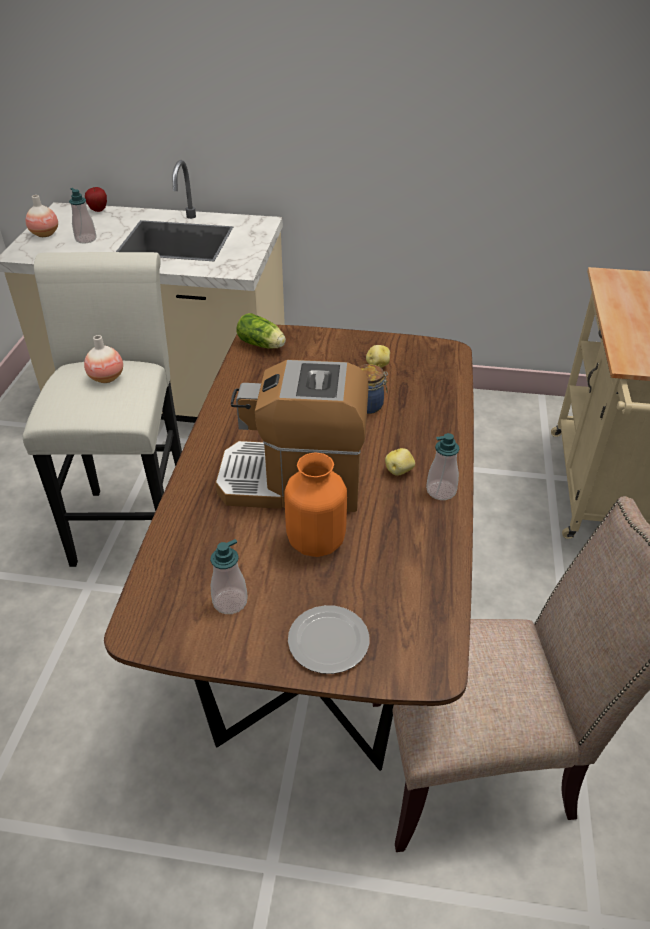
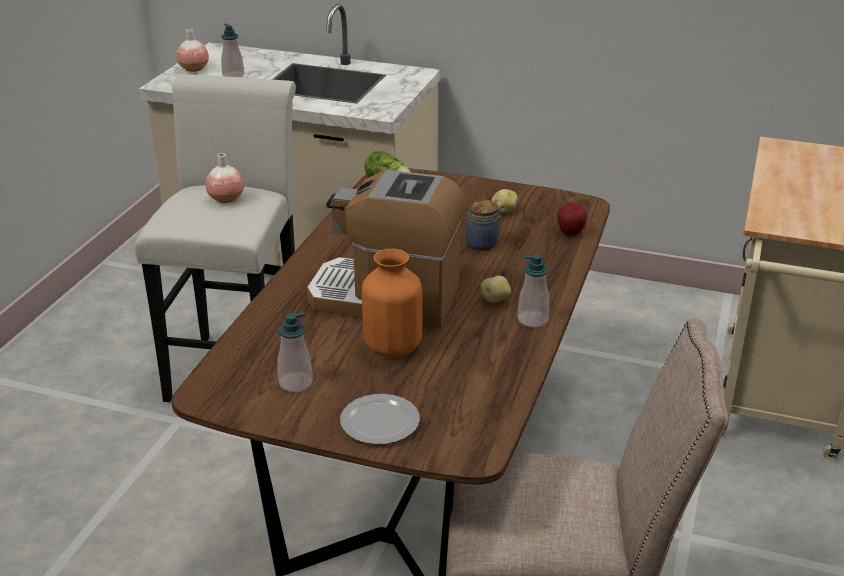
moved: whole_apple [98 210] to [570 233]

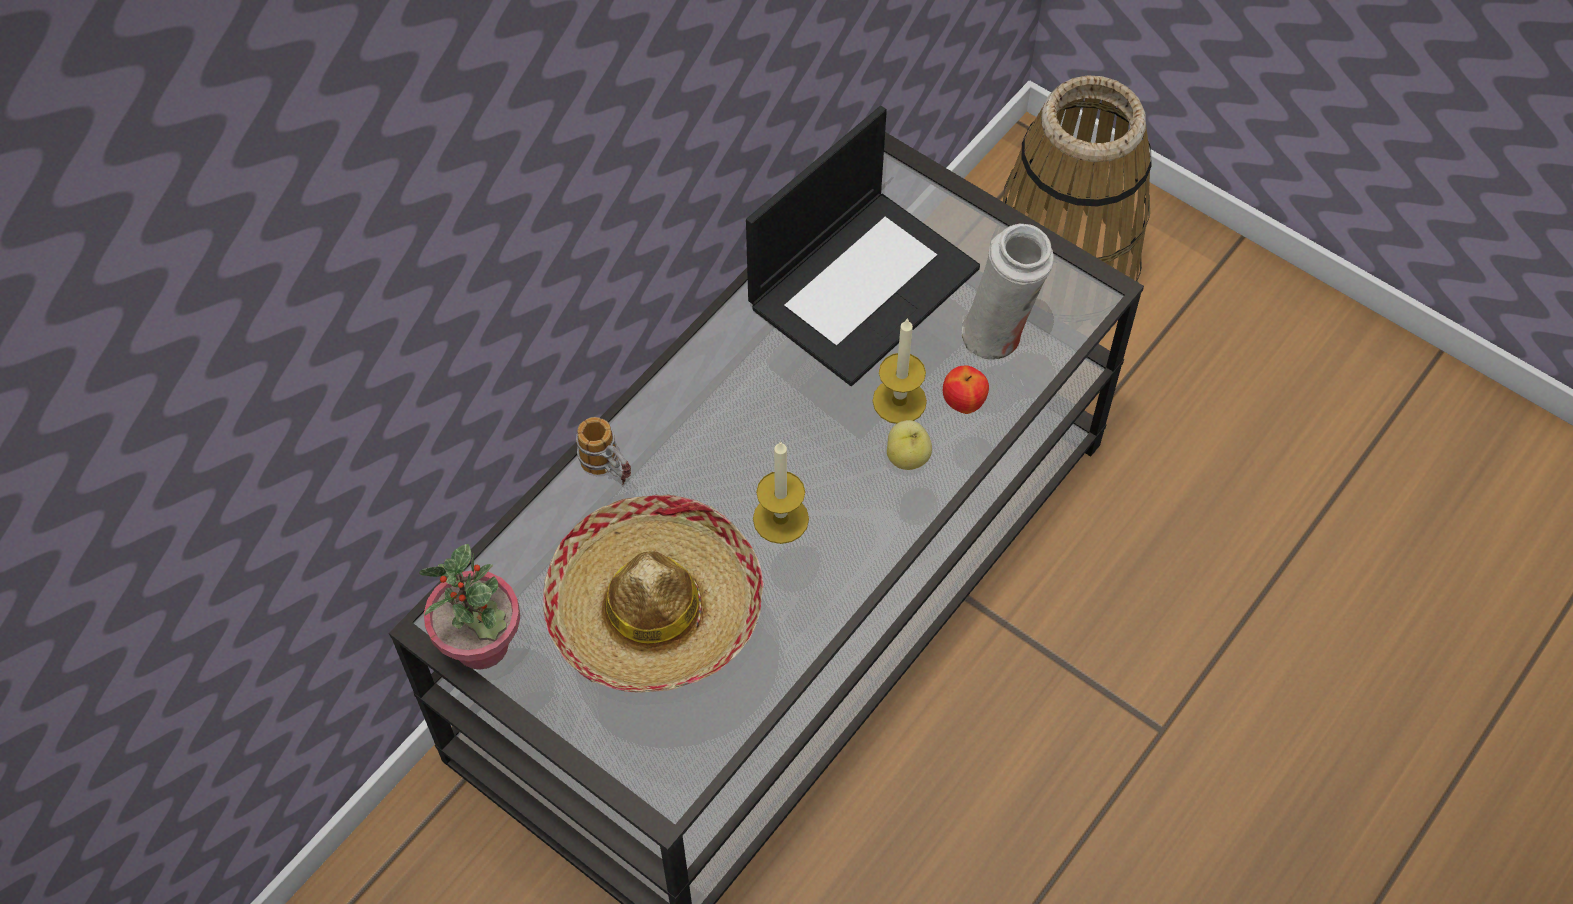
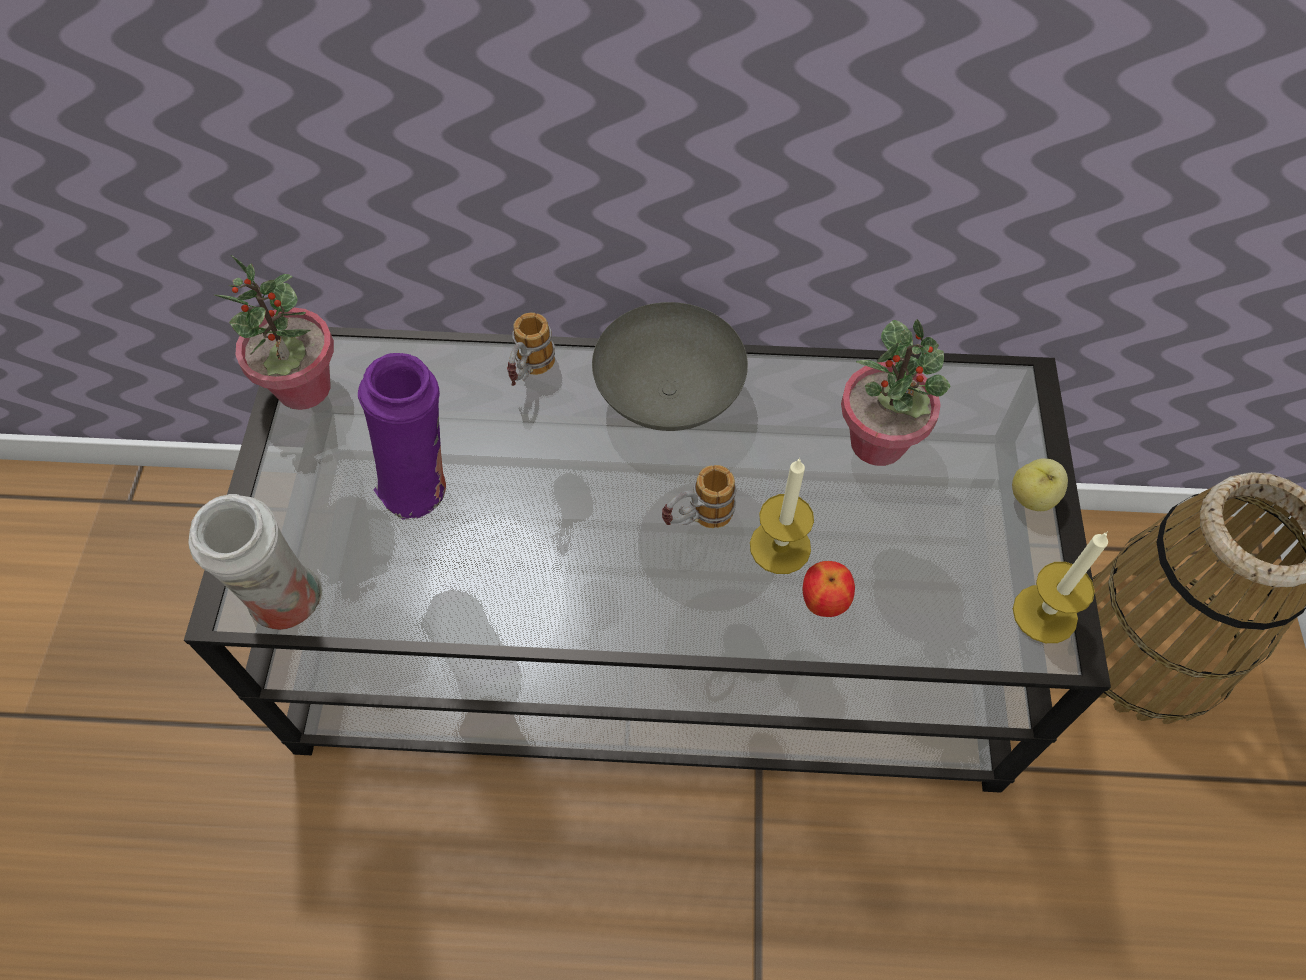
added: gray_bowl [668 398]; tea_mug [696 521]
moved: whitish_vase [998 336] to [287 605]; whole_apple [908 457] to [1033 498]; wax_light [780 519] to [1045 614]
replaced: portable_computer [863 284] to houseplant [878 443]; clothing_hat [654 607] to purple-coloured_vase [421 485]

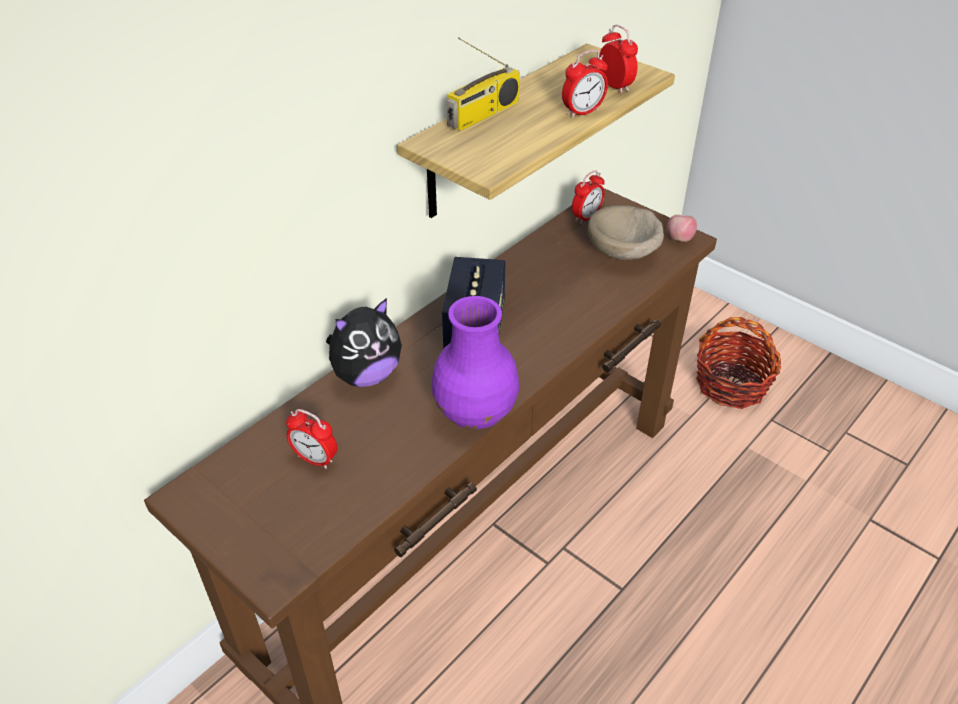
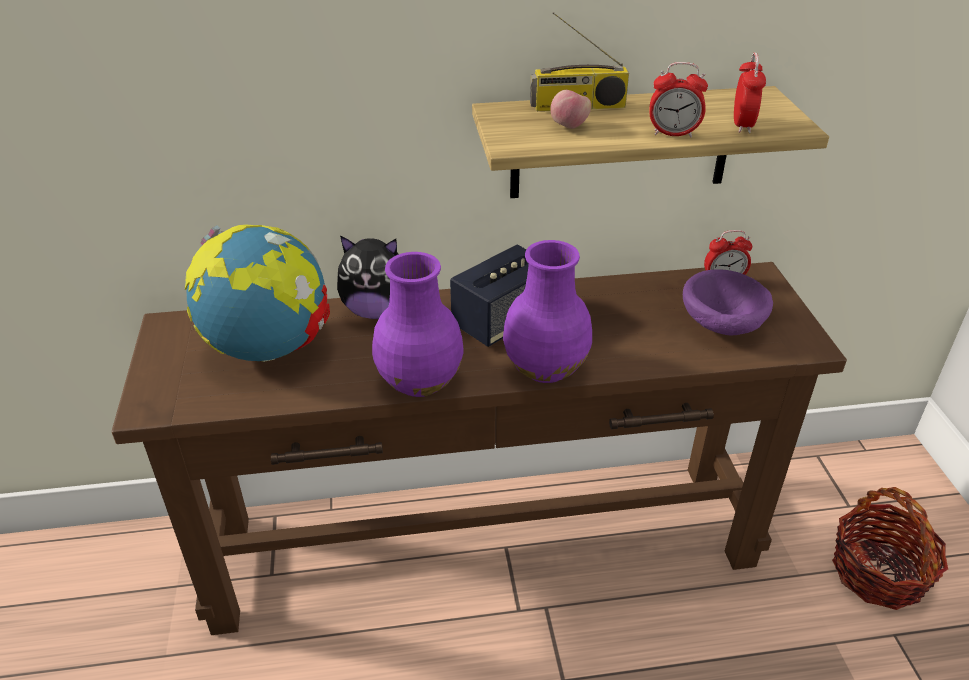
added: purple-coloured_vase [546 368]
moved: whole_apple [679 239] to [569 126]
replaced: table_clock [315 459] to desk_globe [269 348]
recoloured: beige-coloured_bowl [623 254] to purple-coloured_bowl [721 327]

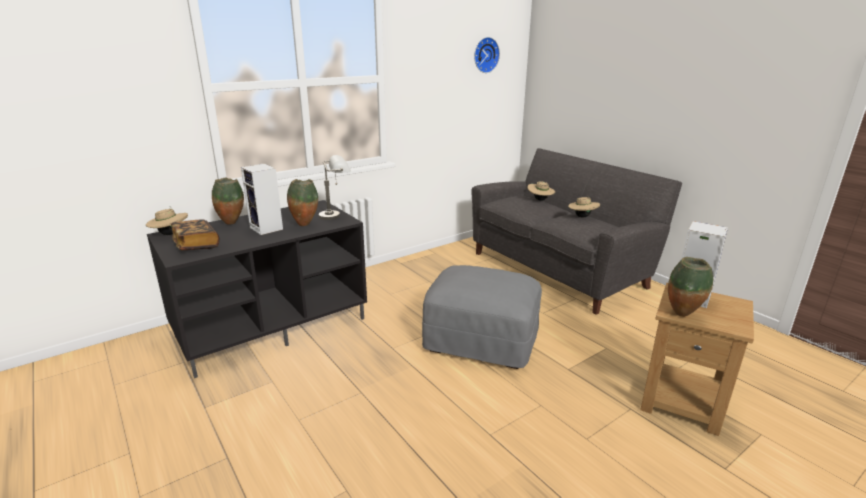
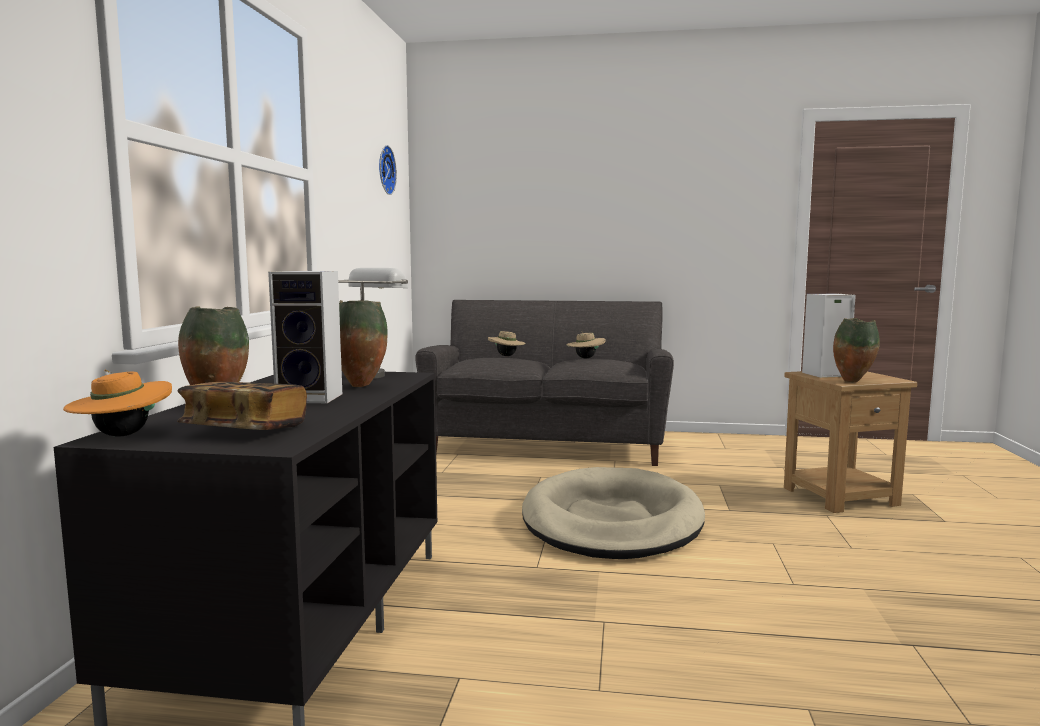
replaced: gray_footrest [480 341] to beige-coloured_dog_bed [612 521]
recoloured: beige-coloured_clothing_hat [170 234] to orange-coloured_clothing_hat [122 435]

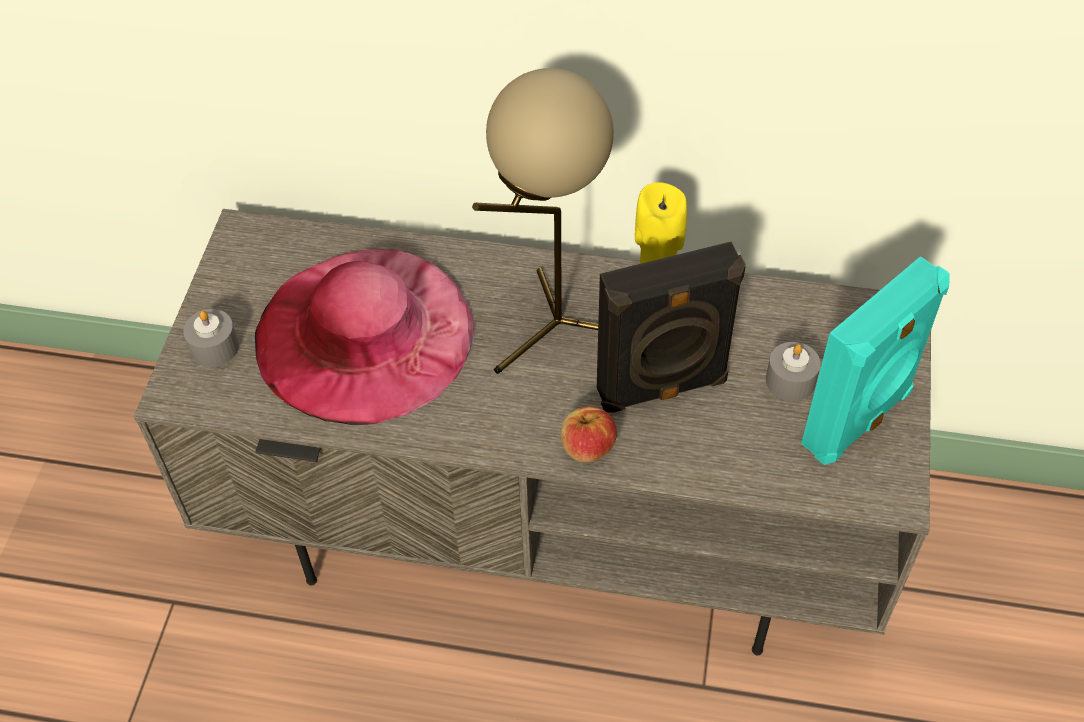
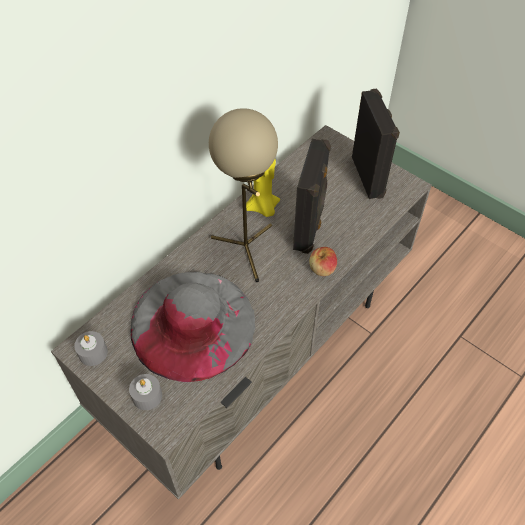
moved: gray_wax_light [790 381] to [93 353]
recoloured: pink-coloured_clothing_hat [365 333] to gray_clothing_hat [192 323]; turquoise_speaker [859 420] to black-coloured_speaker [369 176]

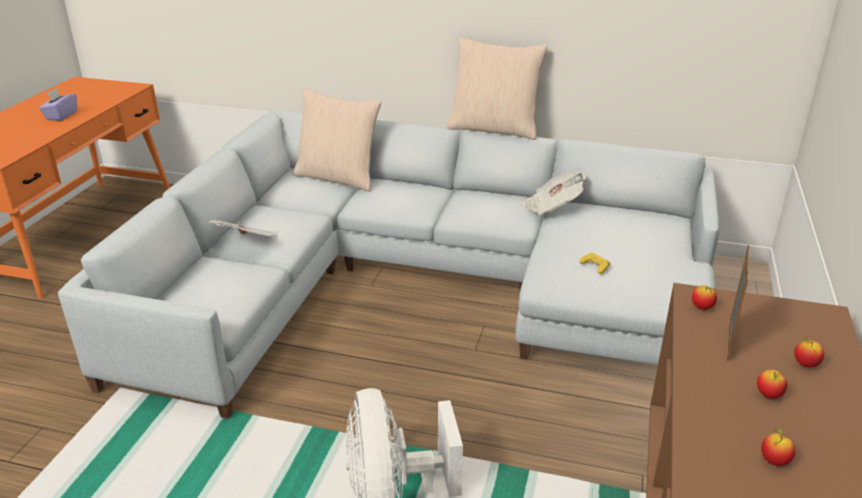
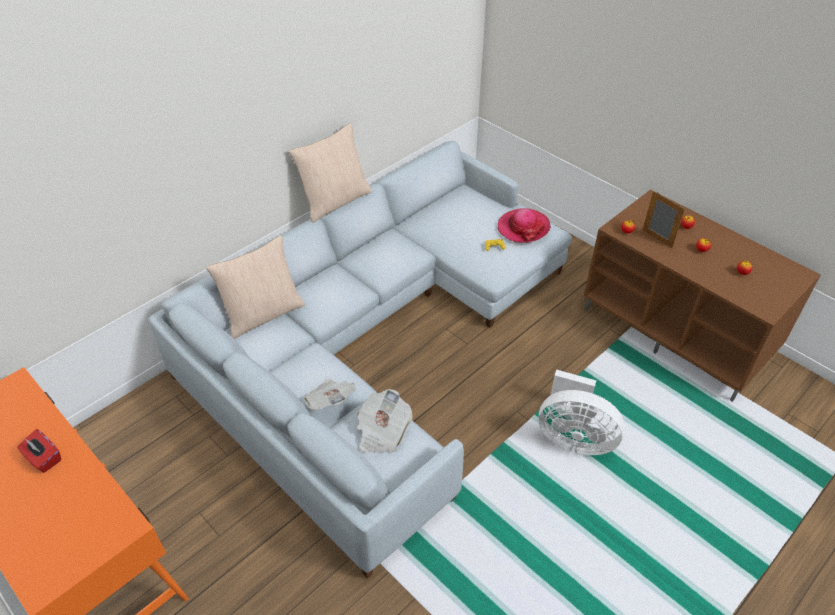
added: clothing_hat [523 227]
moved: daily_paper [551 207] to [382 432]
recoloured: purple-coloured_box_of_tissues [61 116] to red-coloured_box_of_tissues [44 458]

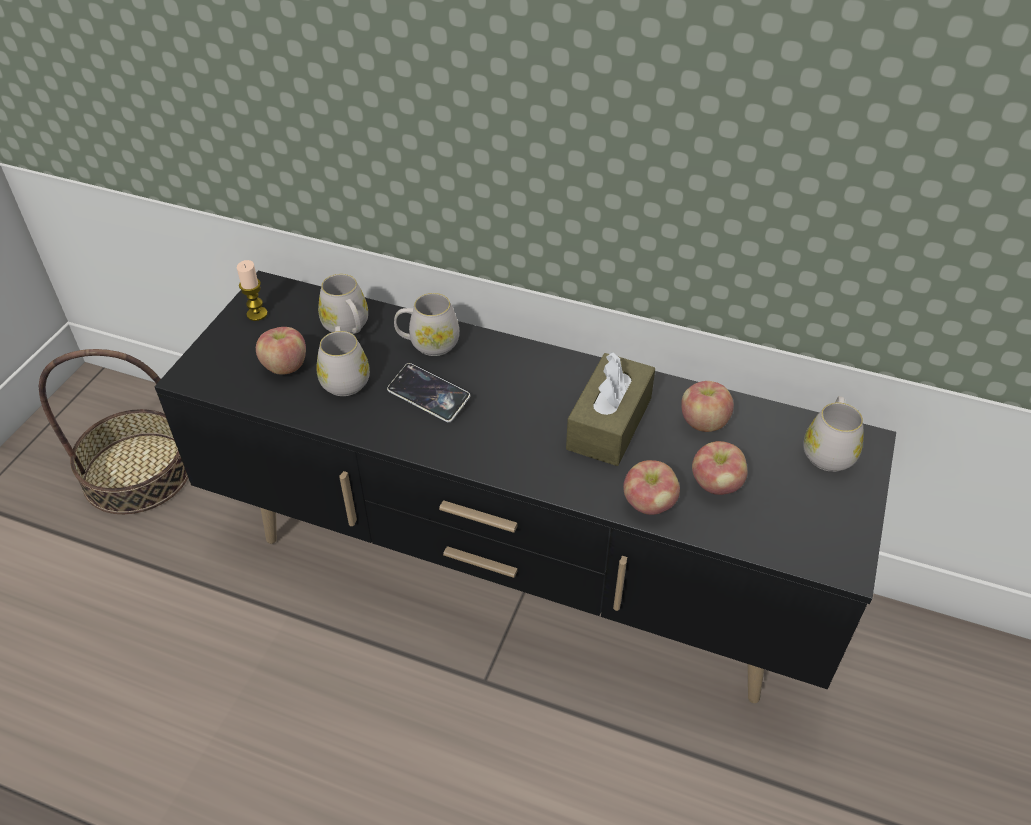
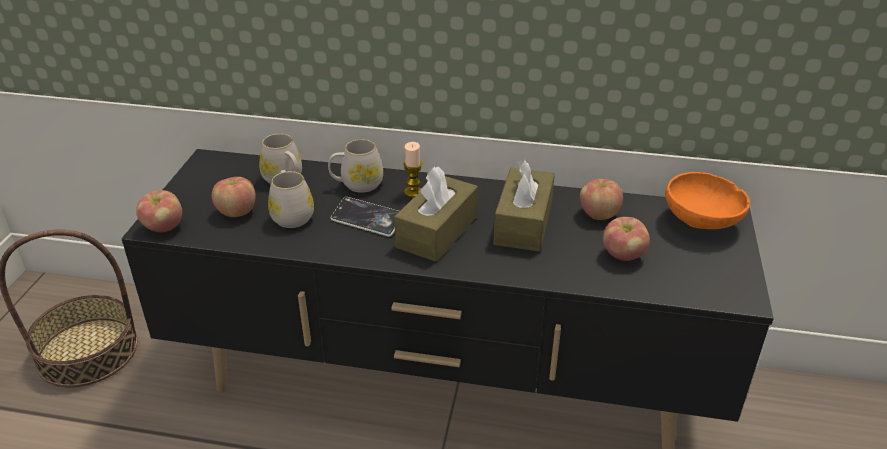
added: brown-coloured_box_of_tissues [437 231]
moved: wax_light [257 314] to [413 192]; whole_apple [649 504] to [164 227]
replaced: whitish_tea_mug [828 450] to orange-coloured_bowl [702 222]

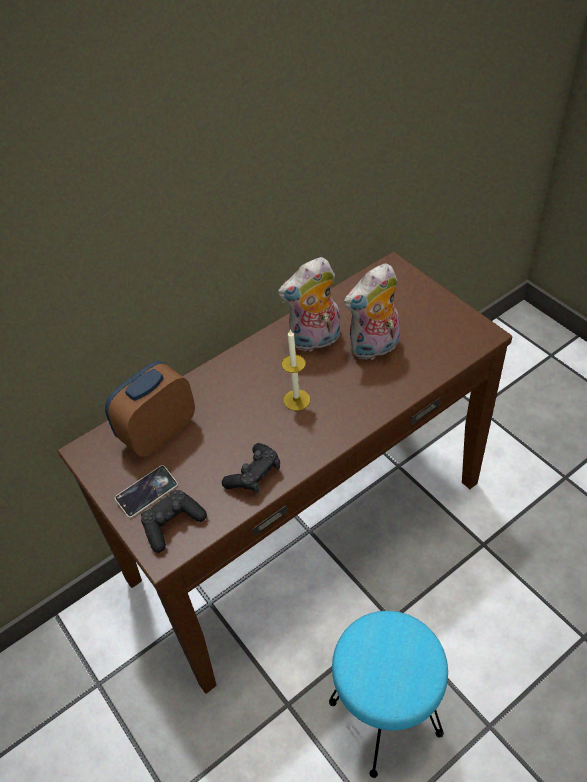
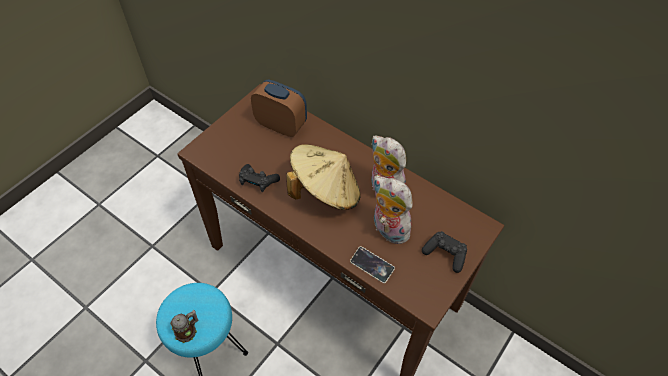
added: tea_mug [188 330]
moved: handset [147 493] to [372 266]; black-coloured_game_controller [172 524] to [445 254]
replaced: wax_light [296 400] to beige-coloured_clothing_hat [325 191]

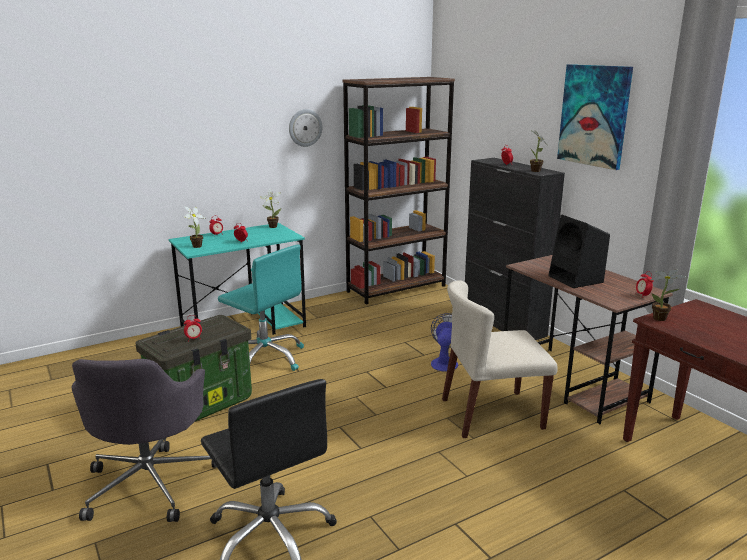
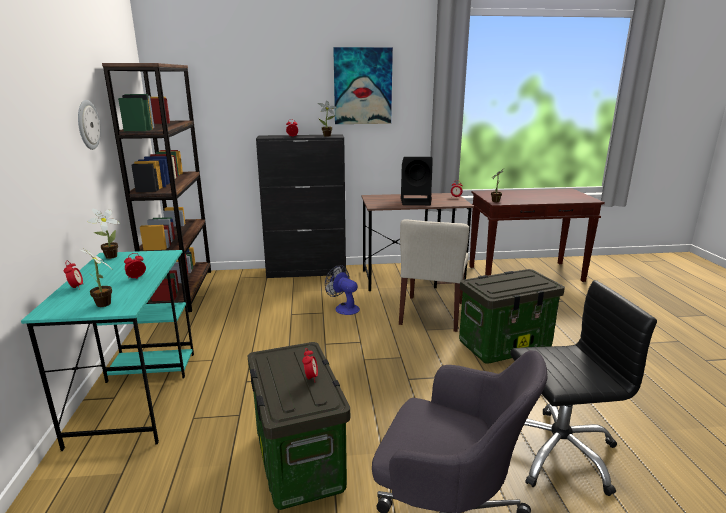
removed: turquoise_computer_chair [265 358]
added: storage_bin [505 345]

